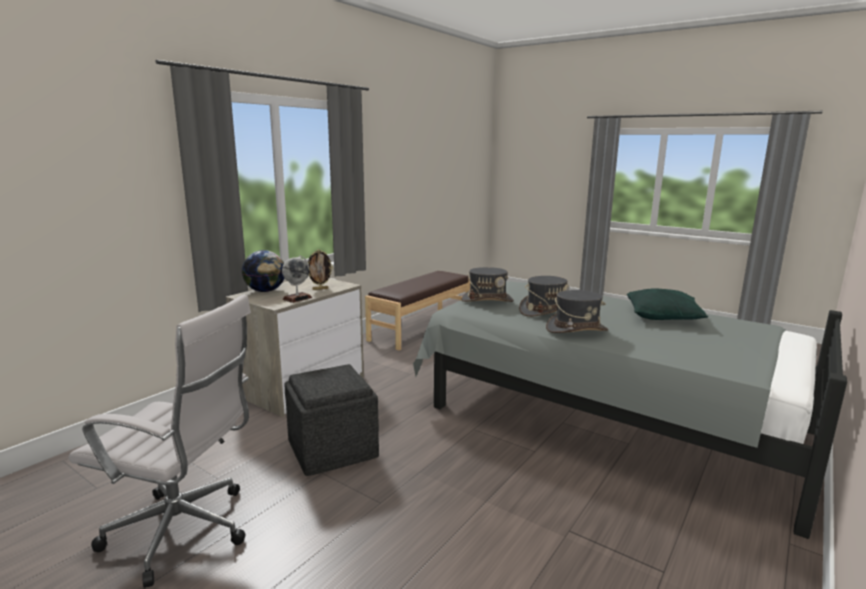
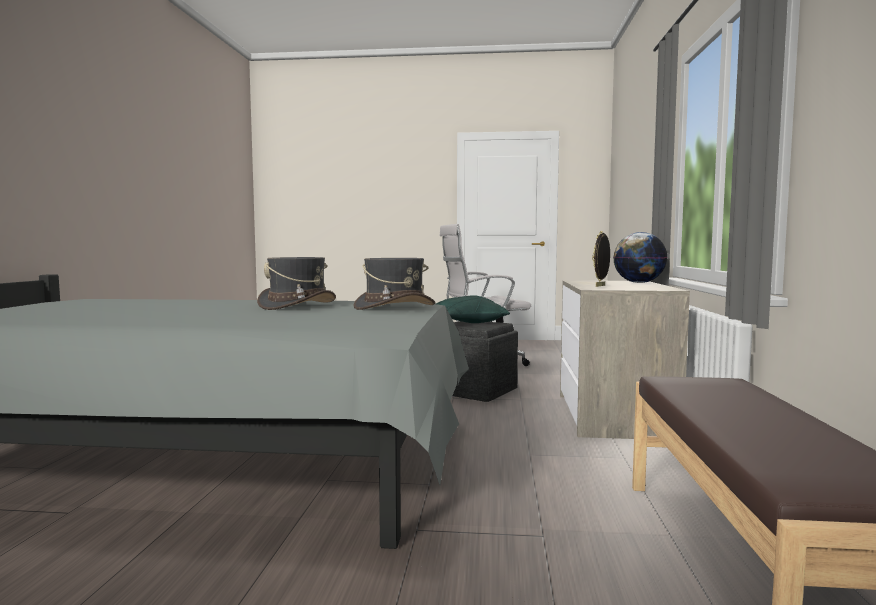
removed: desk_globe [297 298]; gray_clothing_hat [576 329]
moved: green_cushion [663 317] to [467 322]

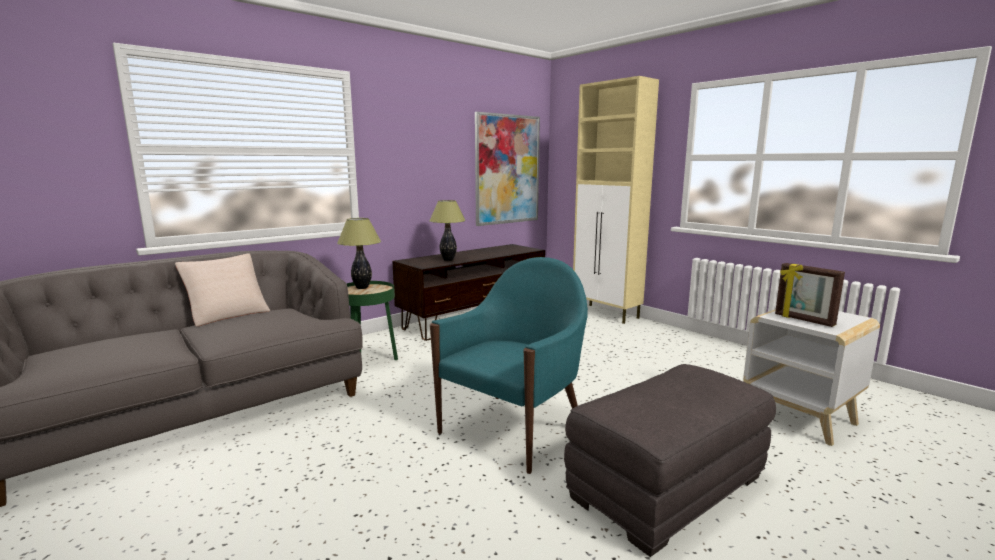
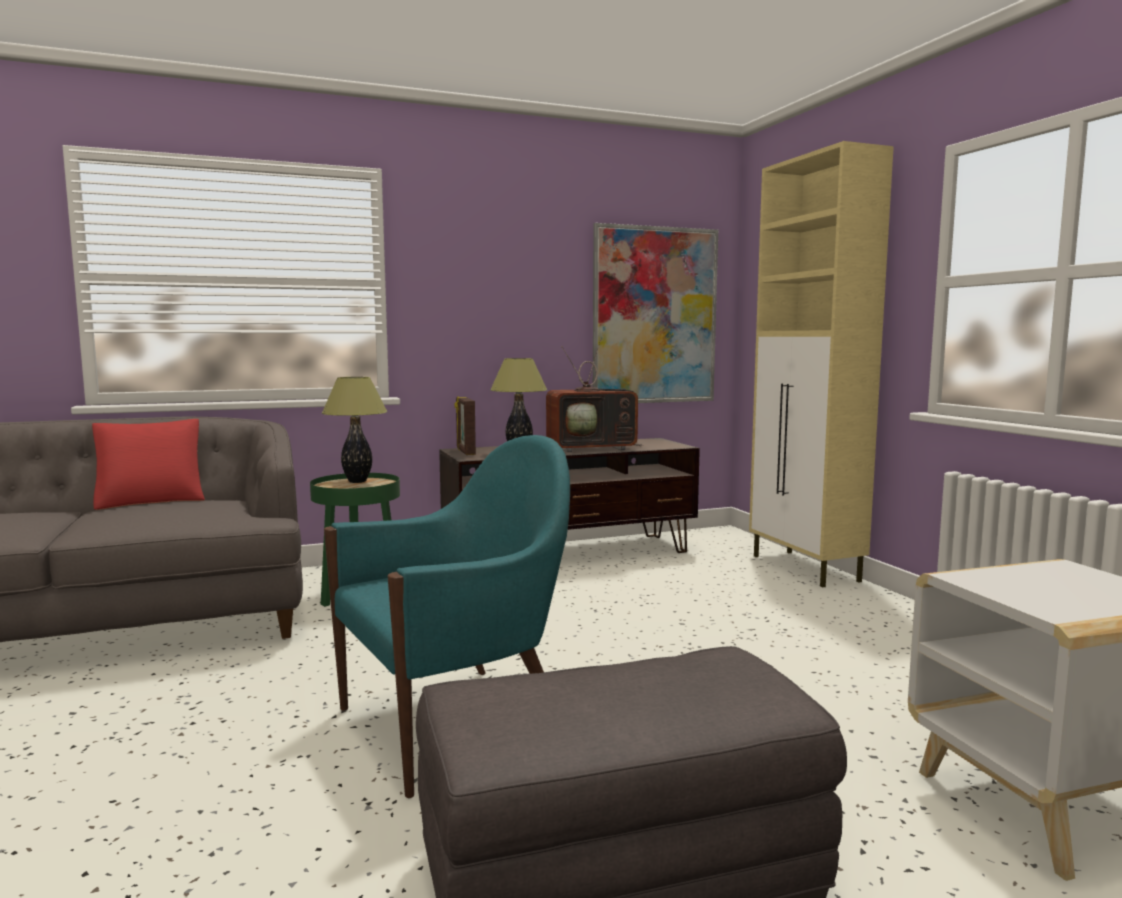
added: TV_set [593 448]
moved: photo_frame [803 320] to [465 452]
recoloured: beige-coloured_cushion [228 314] to red-coloured_cushion [151 500]

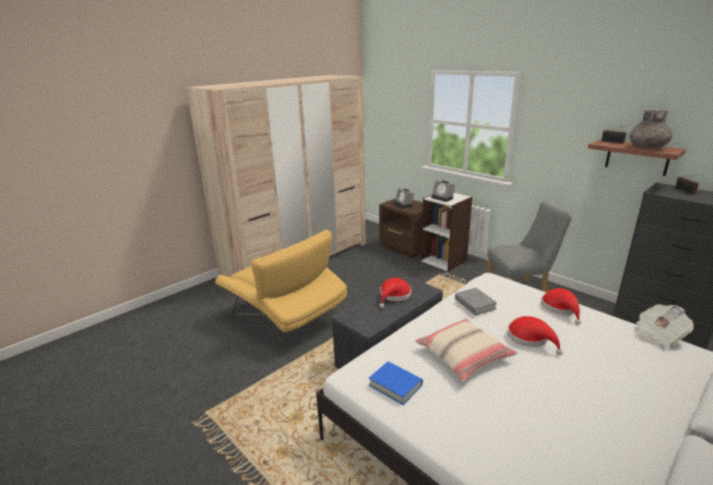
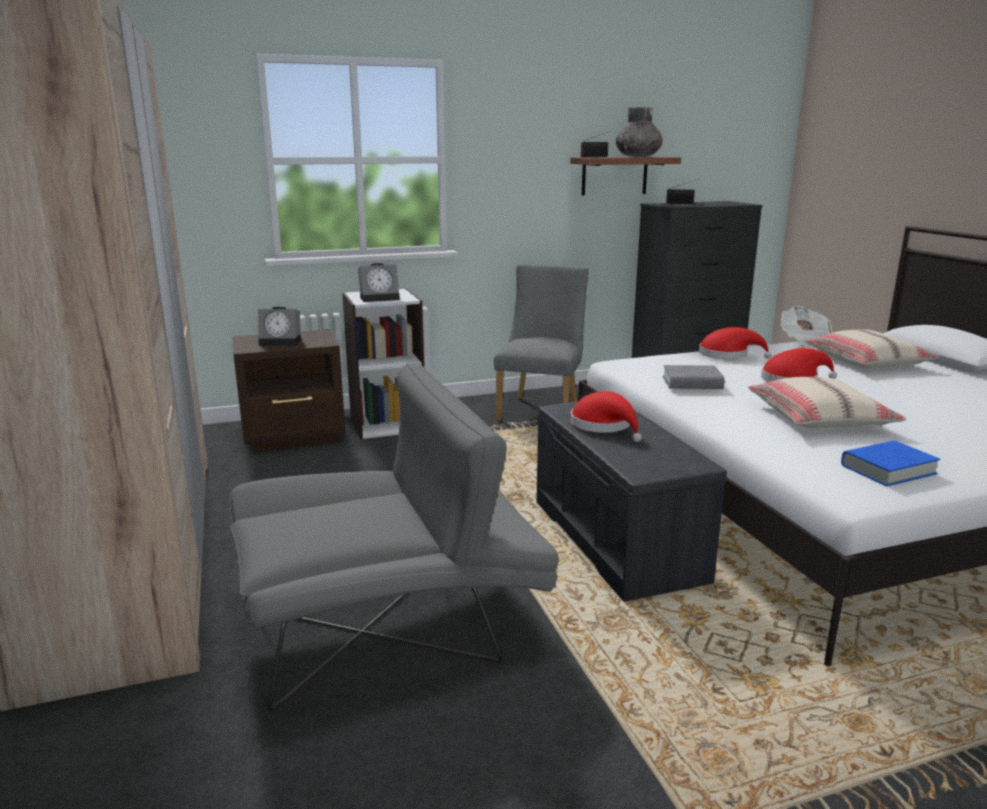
added: beige-coloured_cushion [867 362]
recoloured: yellowish_armchair [286 318] to gray_armchair [391 626]

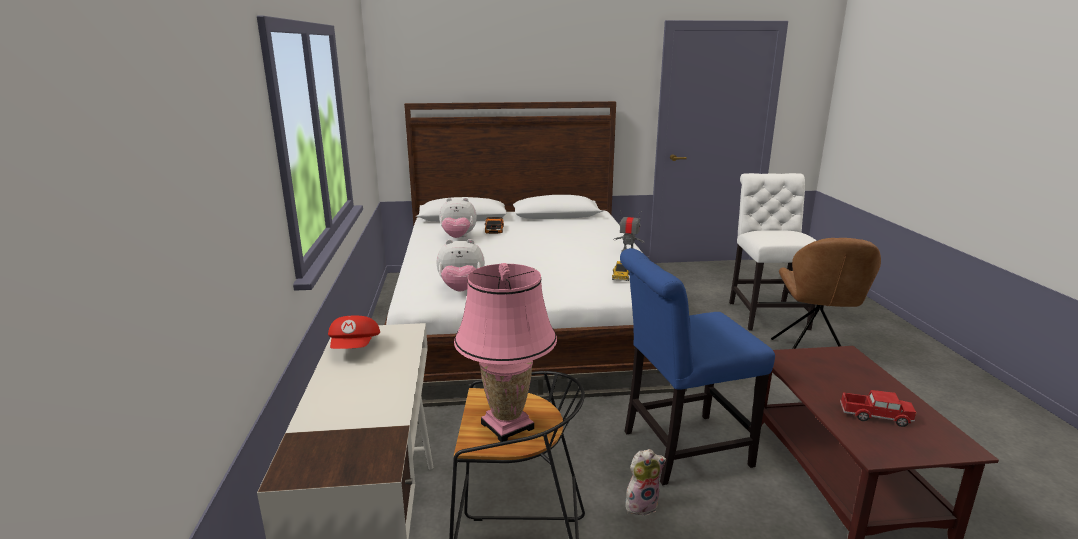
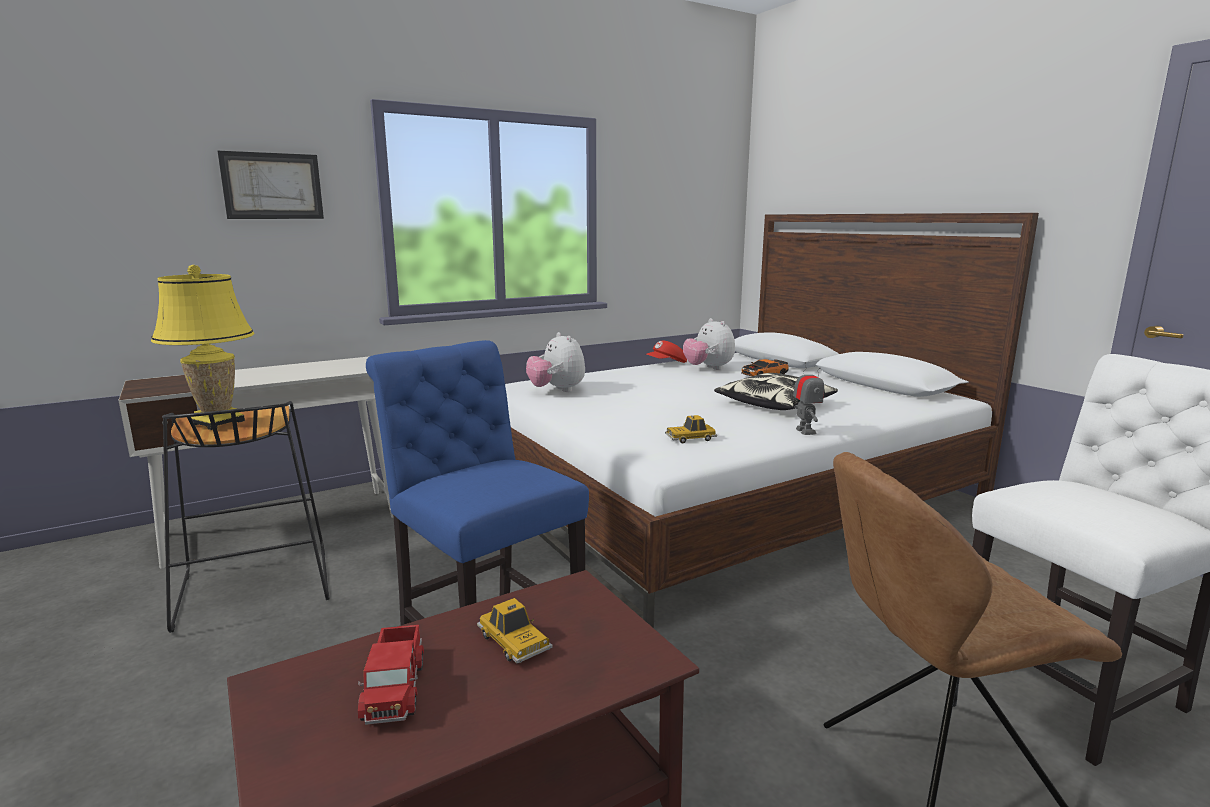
removed: plush_toy [641 504]
added: wall_art [272 186]; cushion [775 404]; toy_car [514 642]
moved: red-coloured_cap [355 347] to [667 364]
recoloured: pink-coloured_tabletop_lamp [507 426] to yellowish_tabletop_lamp [218 422]

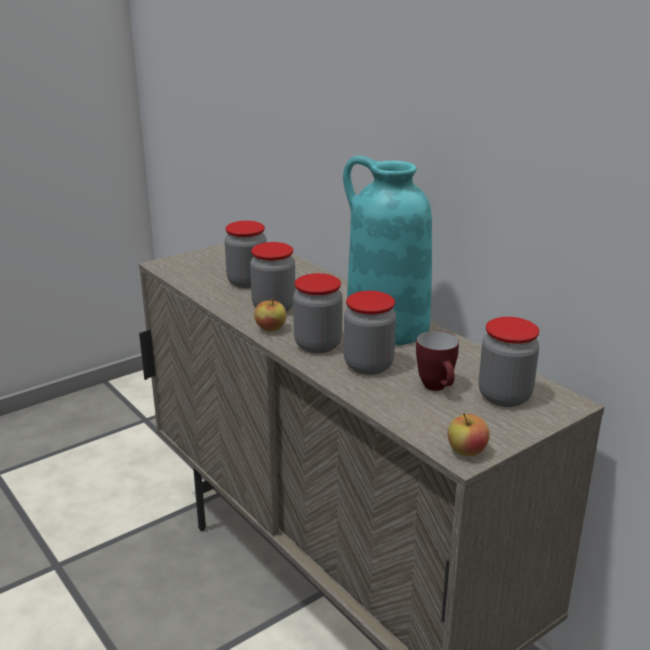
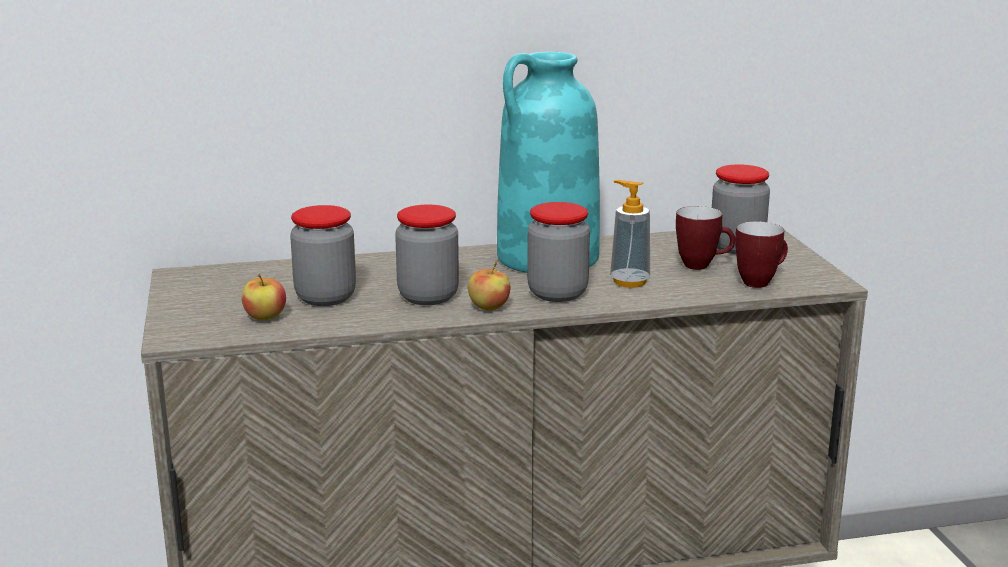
added: tea_mug [760 282]
moved: whole_apple [466 451] to [265 318]
replaced: preserve_jar [368 365] to soap_bottle [629 281]

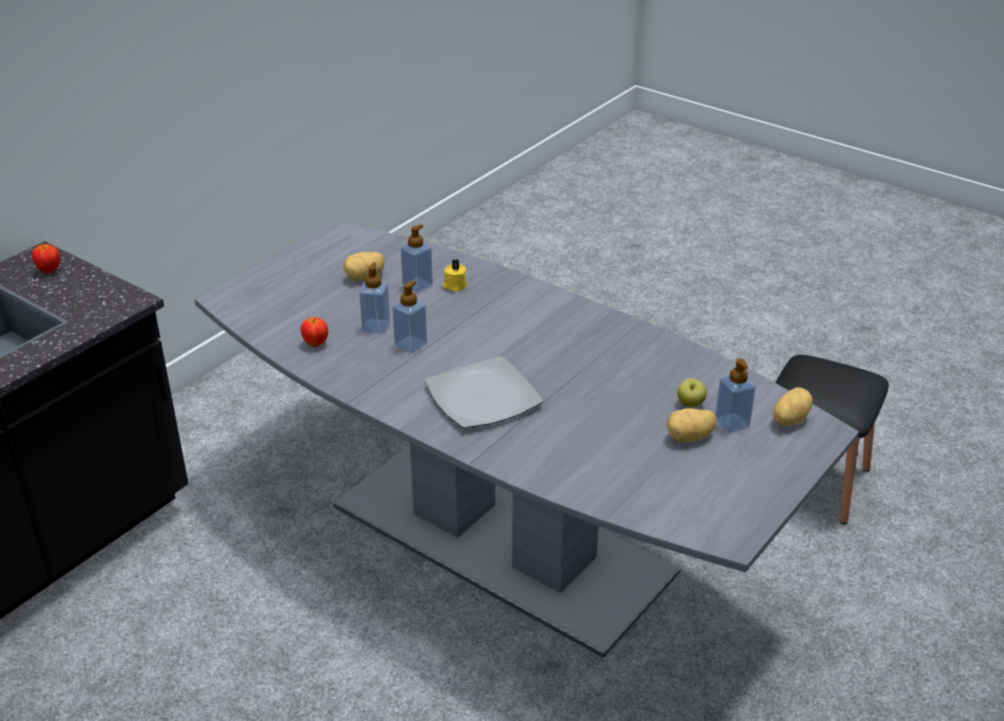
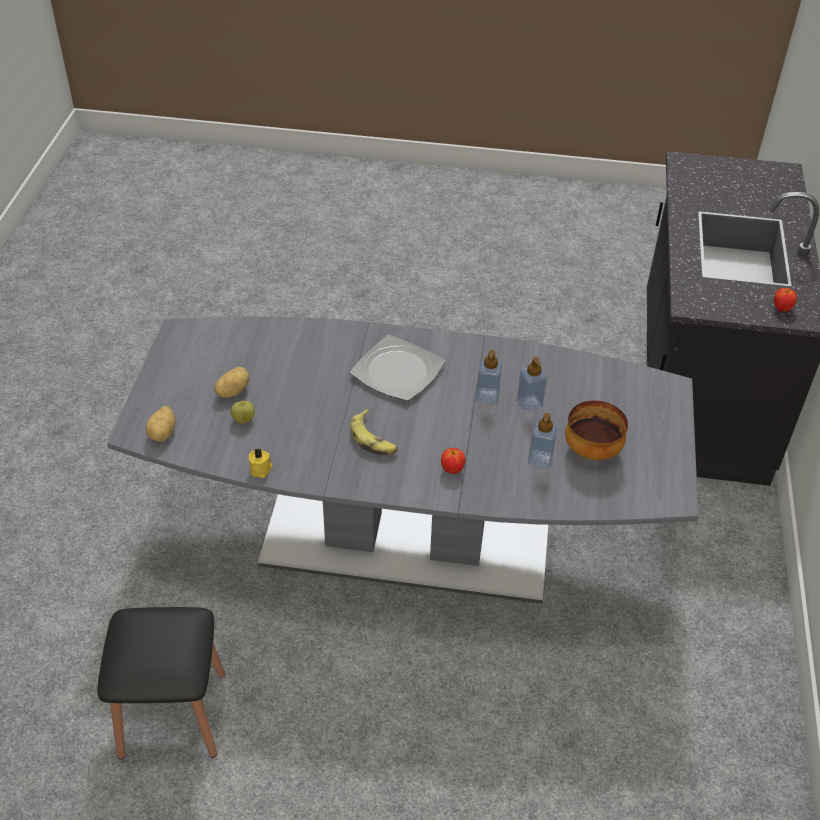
removed: soap_bottle [732 423]
added: banana [373 439]
moved: yellowish_wax_light [454 286] to [261 469]; whole_apple [315 344] to [452 470]
replaced: potato [365 277] to bowl [591 451]

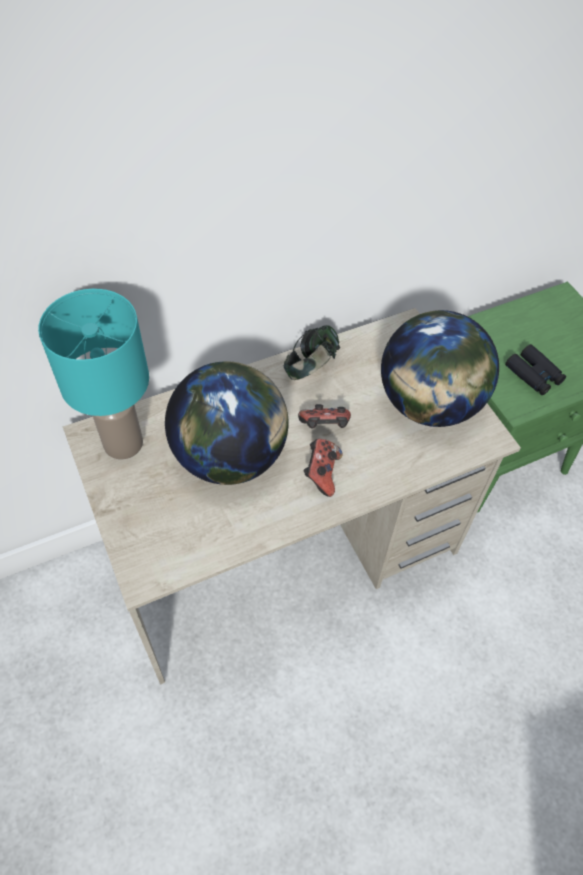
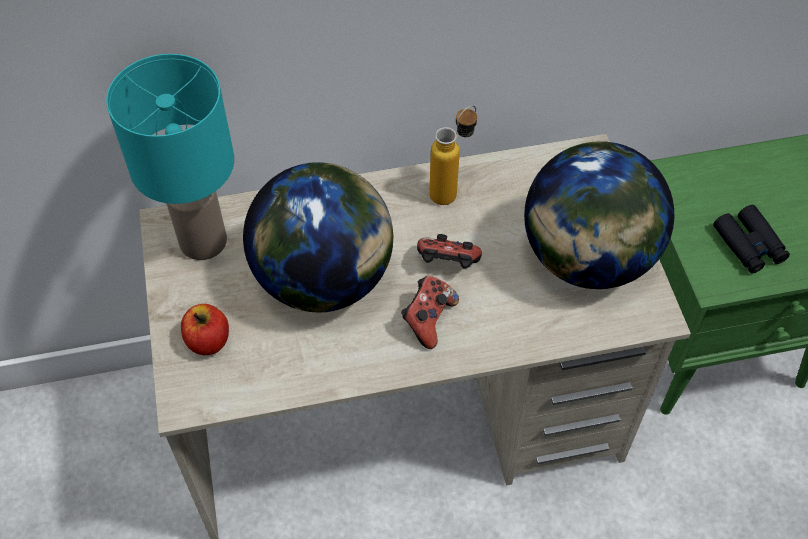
added: whole_apple [208 340]
replaced: headset [311 369] to drink_bottle [451 190]

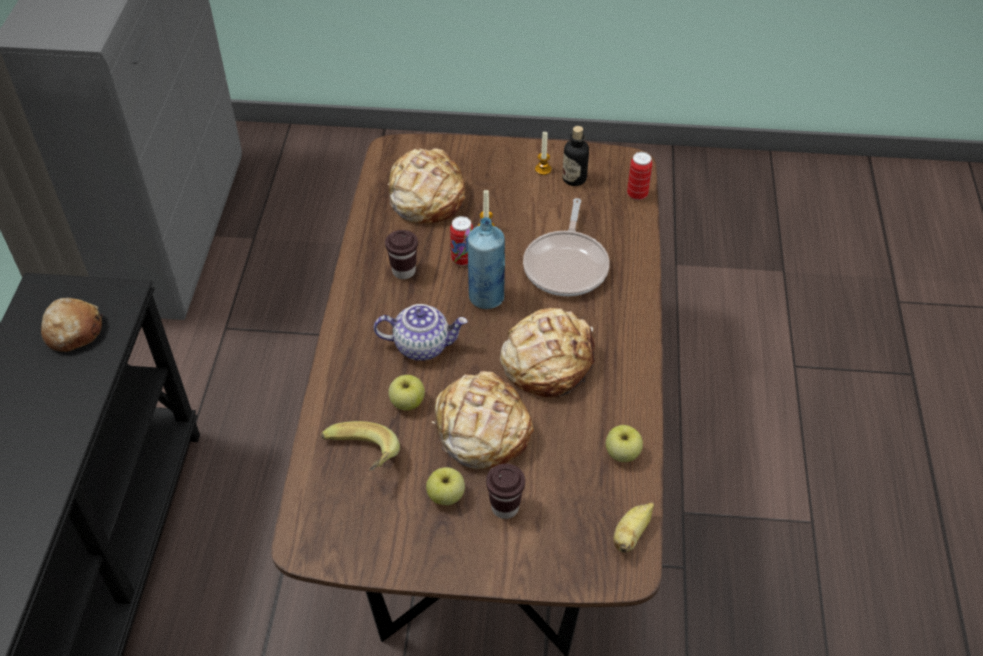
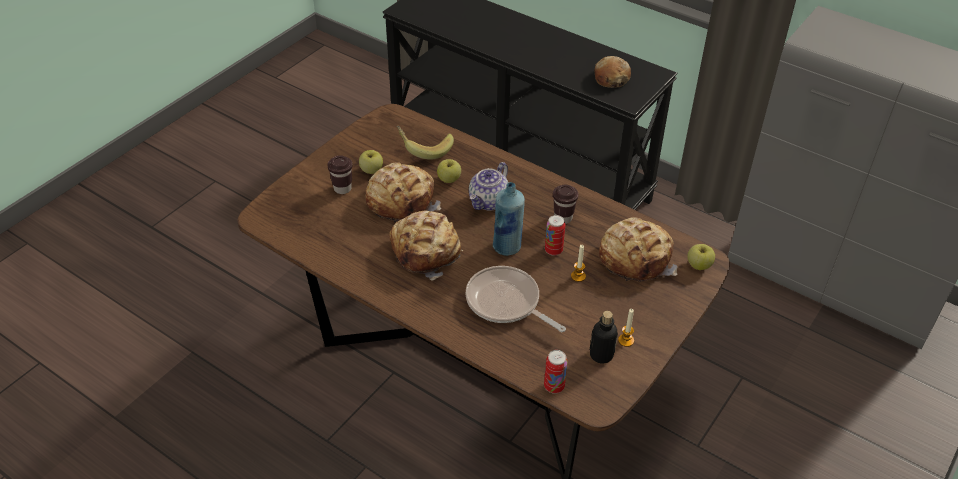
removed: banana [631 534]
moved: whole_apple [622 453] to [699 265]

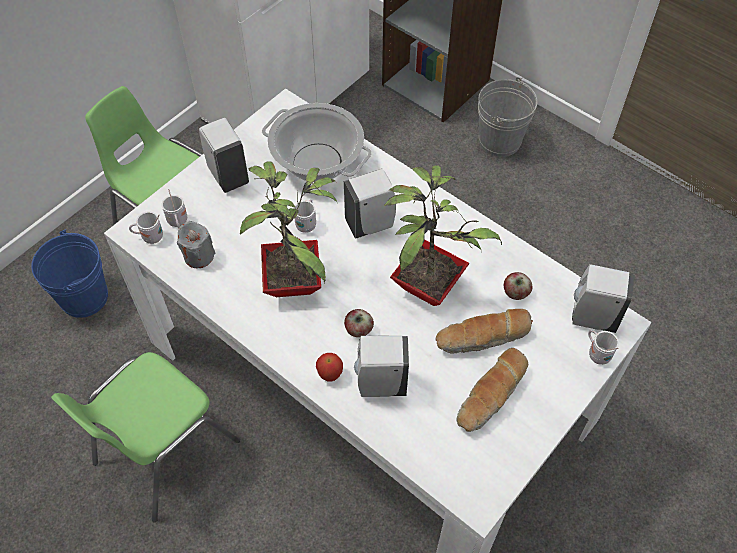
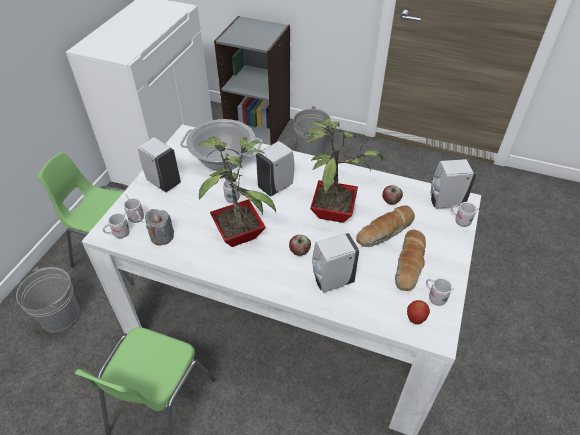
added: whitish_tea_mug [434 297]
moved: whole_apple [330 375] to [415 319]
recoloured: blue-coloured_pail [84 297] to gray_pail [61 317]

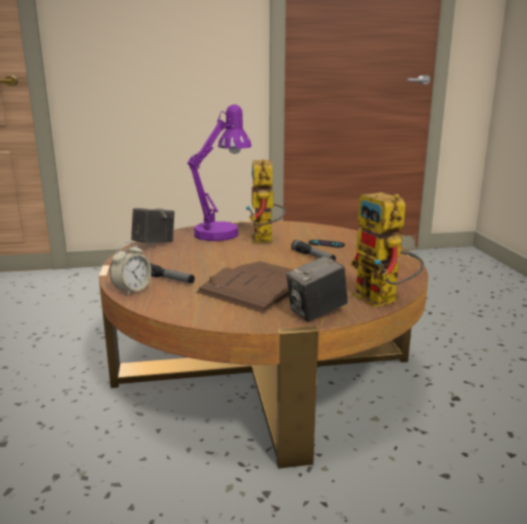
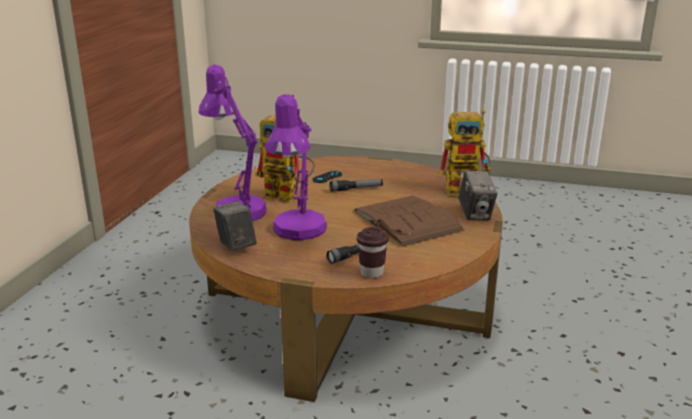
added: purple-coloured_tabletop_lamp [297 233]
replaced: table_clock [132 290] to brown-coloured_drinking_cup [371 273]

